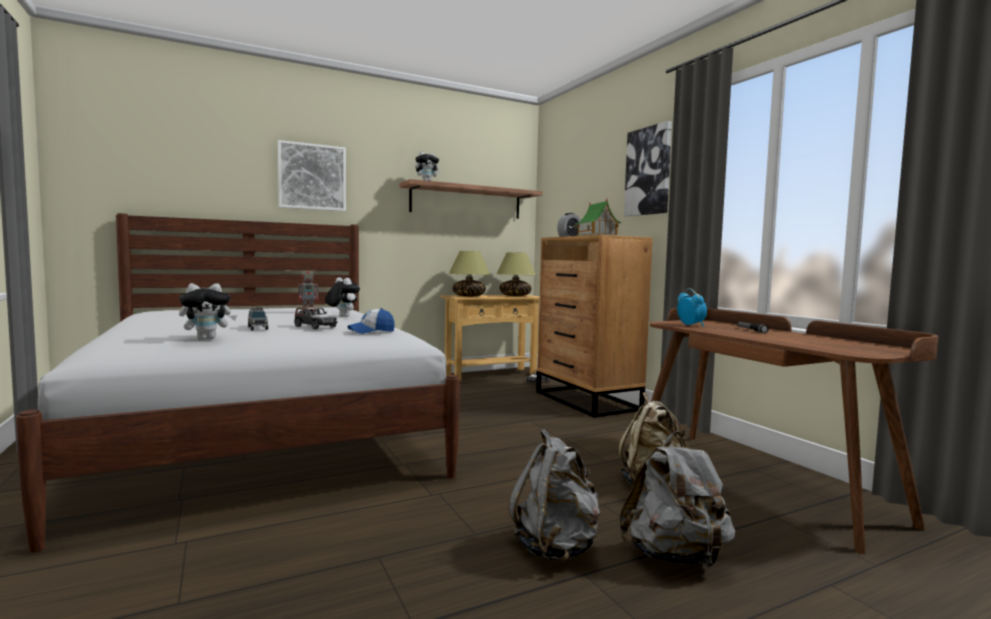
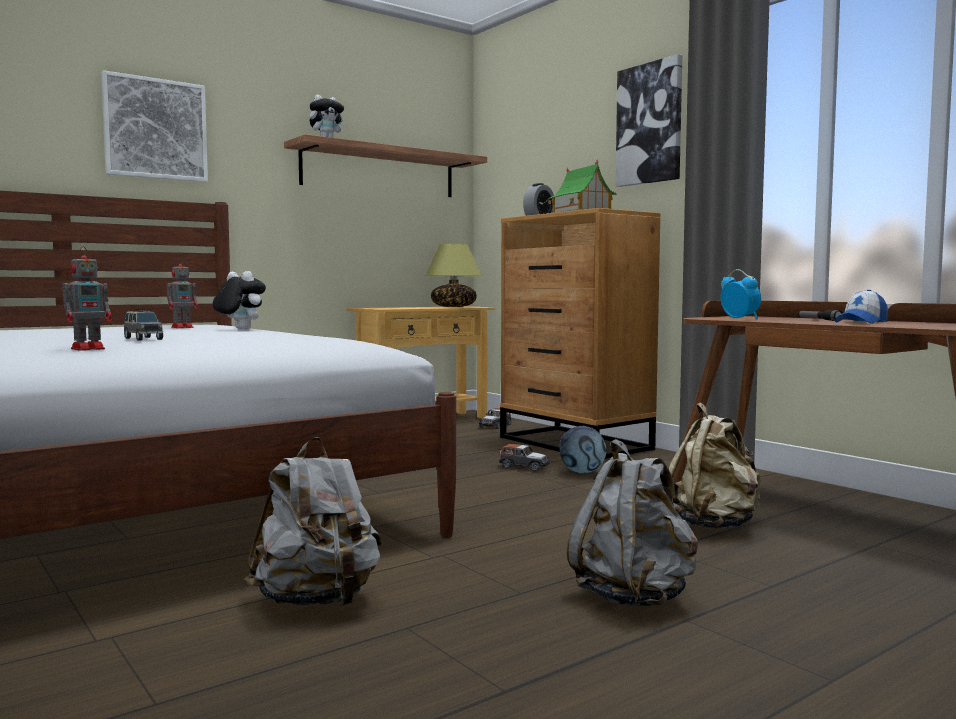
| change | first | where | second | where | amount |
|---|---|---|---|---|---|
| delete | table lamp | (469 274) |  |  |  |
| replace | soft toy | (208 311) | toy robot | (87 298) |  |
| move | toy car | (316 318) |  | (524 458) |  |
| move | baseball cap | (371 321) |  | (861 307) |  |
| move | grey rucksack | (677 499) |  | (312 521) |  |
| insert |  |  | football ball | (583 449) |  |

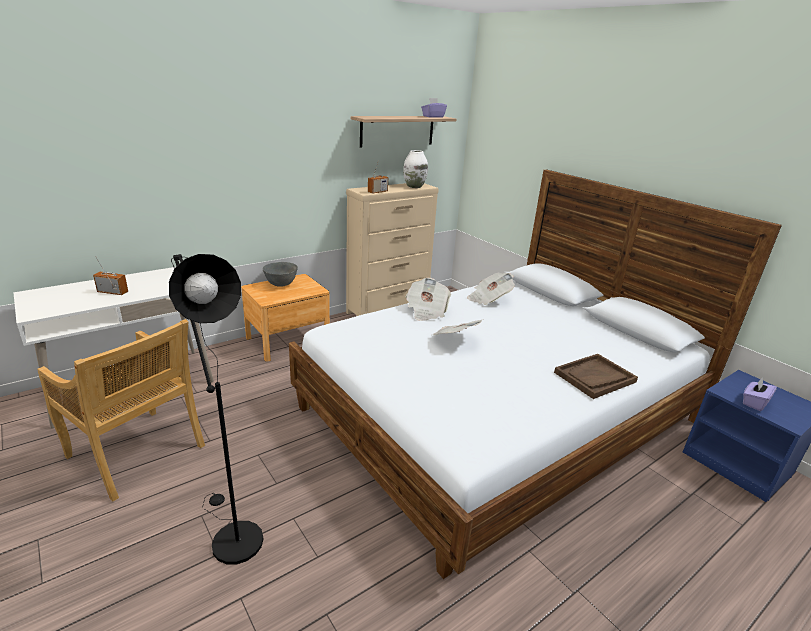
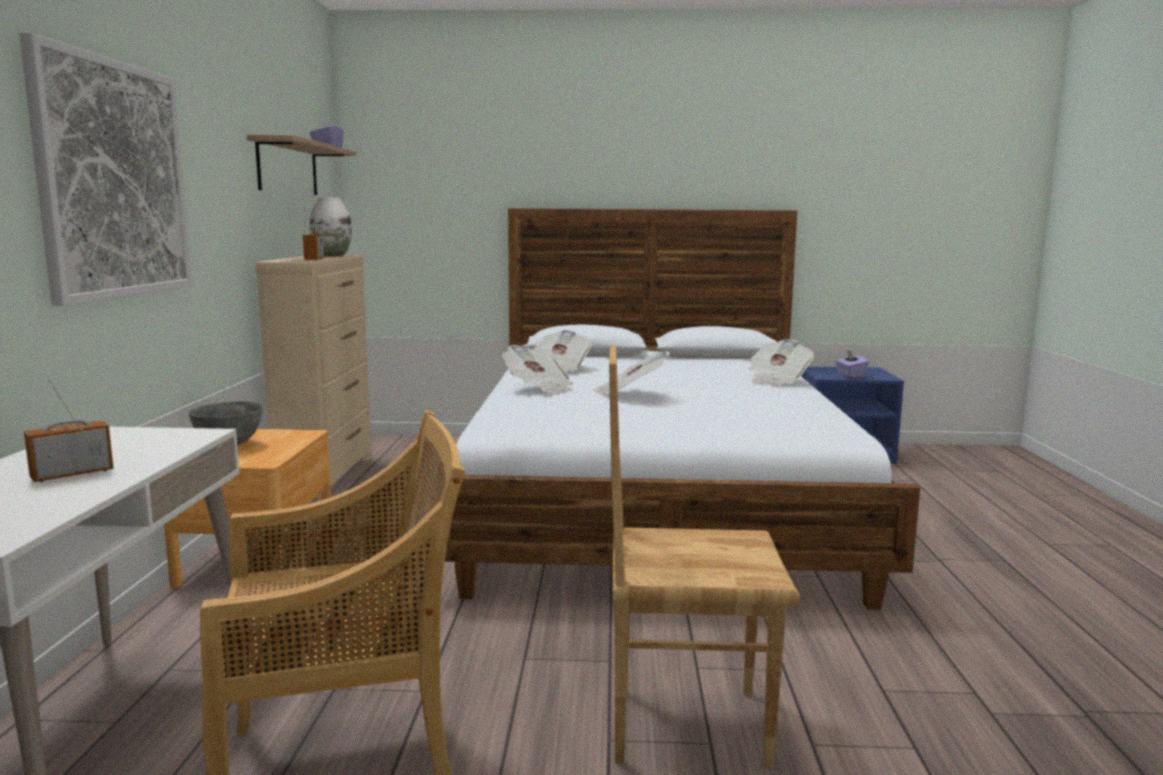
| change | first | where | second | where | amount |
|---|---|---|---|---|---|
| replace | black-coloured standard lamp | (216 409) | brownish chair | (704 557) |  |
| replace | brownish carrying tray | (596 376) | printed paper | (781 362) |  |
| insert |  |  | wall picture | (105 169) |  |

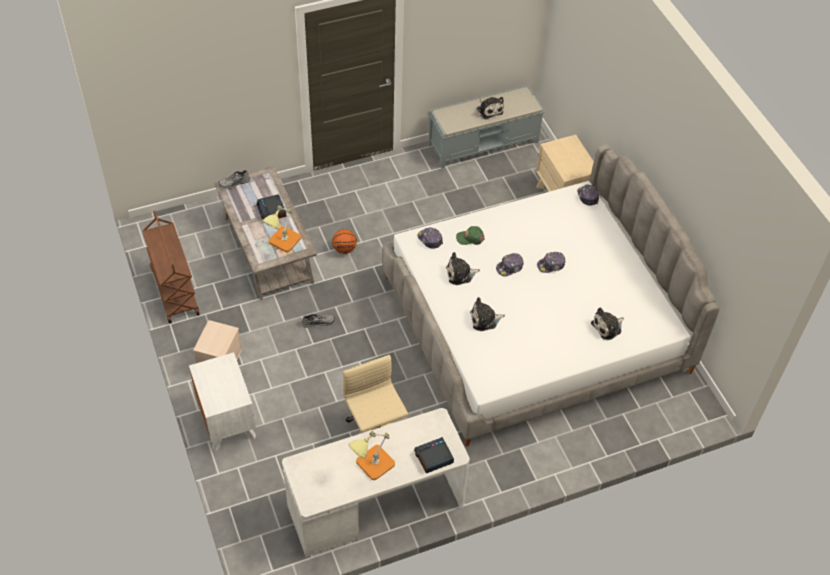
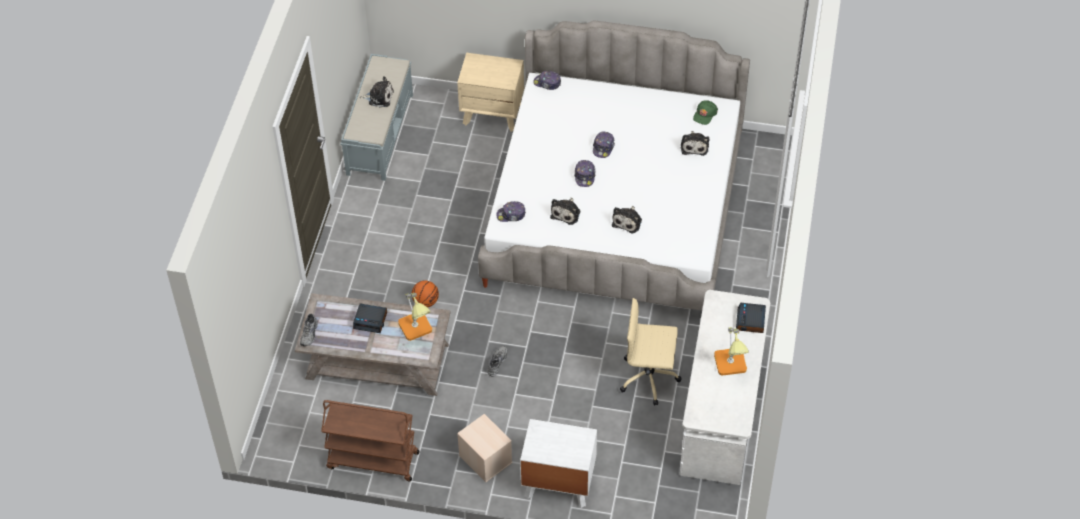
| change | first | where | second | where | amount |
|---|---|---|---|---|---|
| move | green-coloured baseball cap | (470 235) |  | (705 112) |  |

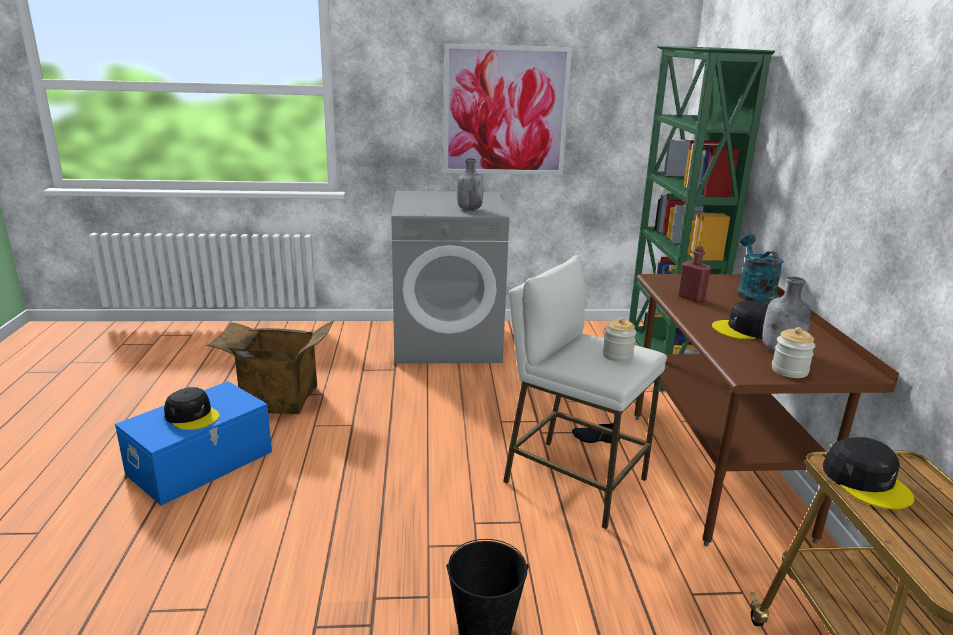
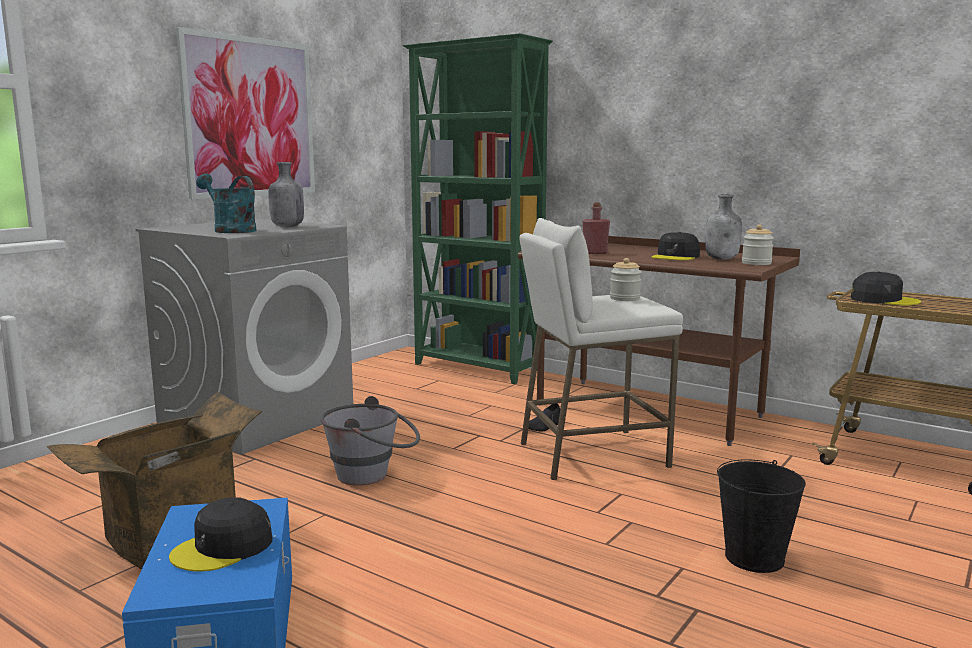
| change | first | where | second | where | amount |
|---|---|---|---|---|---|
| move | turquoise-coloured sprinkling can | (760 269) |  | (226 203) |  |
| rotate | black-coloured baseball cap | (192 408) |  | (220 534) | 150 degrees clockwise |
| insert |  |  | grey pail | (370 441) |  |

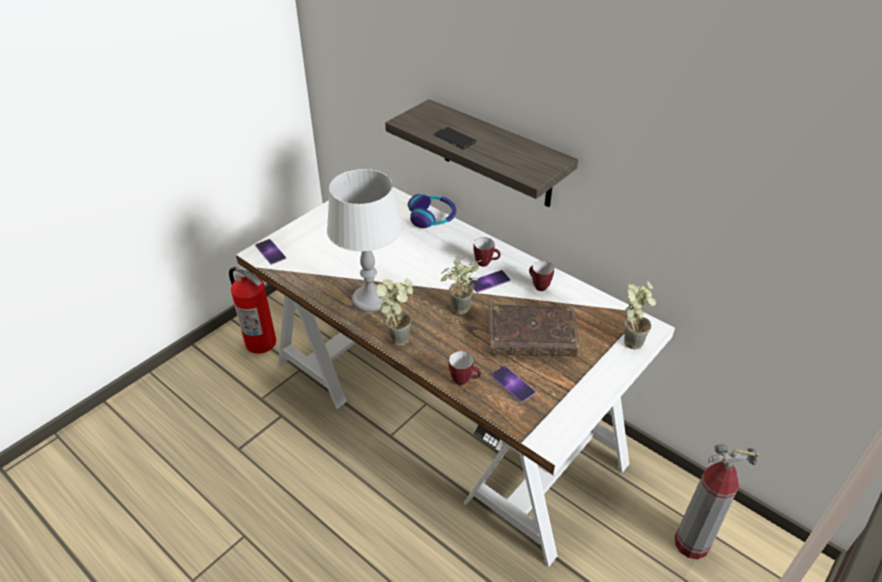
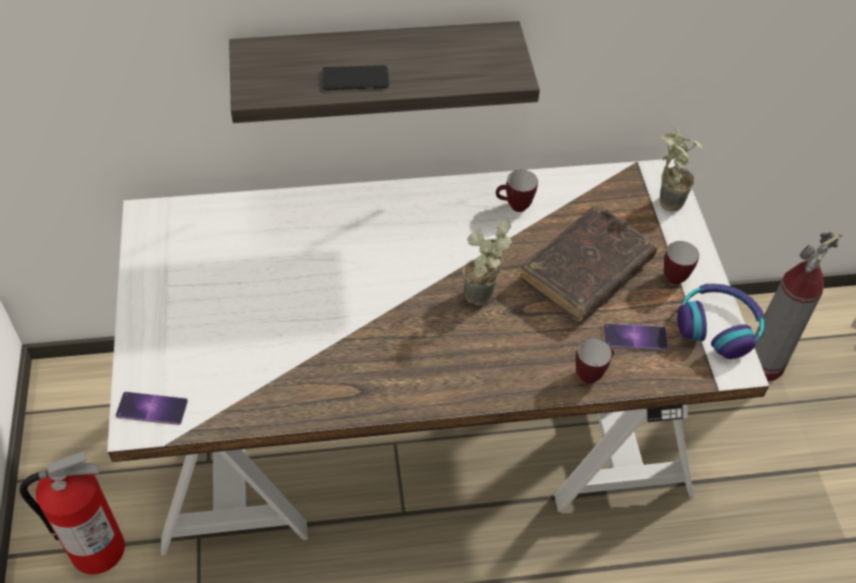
| change | first | where | second | where | amount |
|---|---|---|---|---|---|
| delete | grey table lamp | (364 240) |  |  |  |
| move | headset | (432 211) |  | (721 321) |  |
| move | coffee mug | (487 252) |  | (681 263) |  |
| delete | phone | (490 281) |  |  |  |
| delete | houseplant | (394 312) |  |  |  |

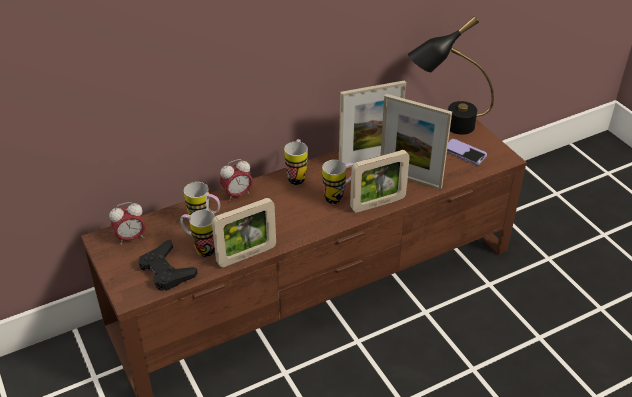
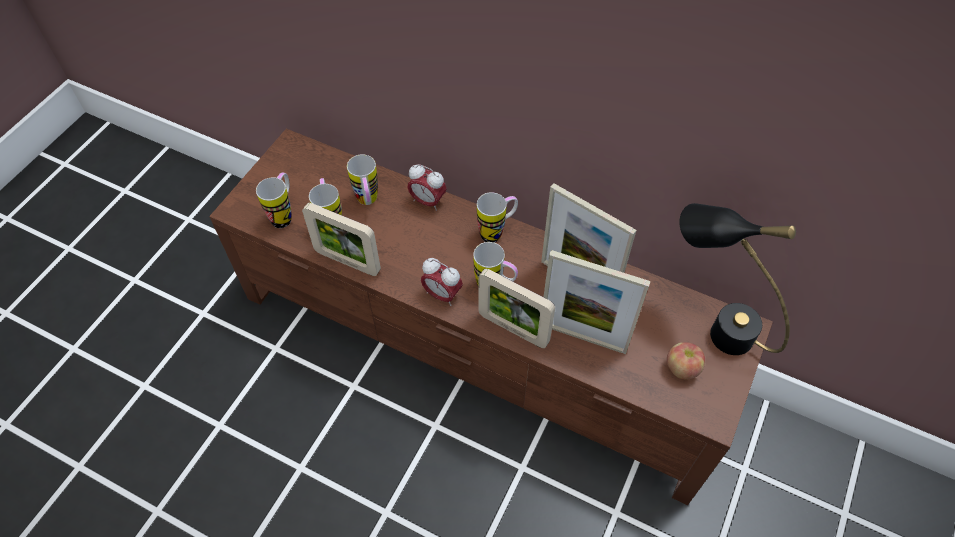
| change | first | where | second | where | amount |
|---|---|---|---|---|---|
| rotate | standing frame | (416 142) |  | (597 302) | 60 degrees counterclockwise |
| replace | phone | (467 152) | apple fruit | (686 361) |  |
| move | table clock | (127 223) |  | (442 282) |  |
| replace | black-coloured joypad | (168 265) | coffee mug | (274 200) |  |

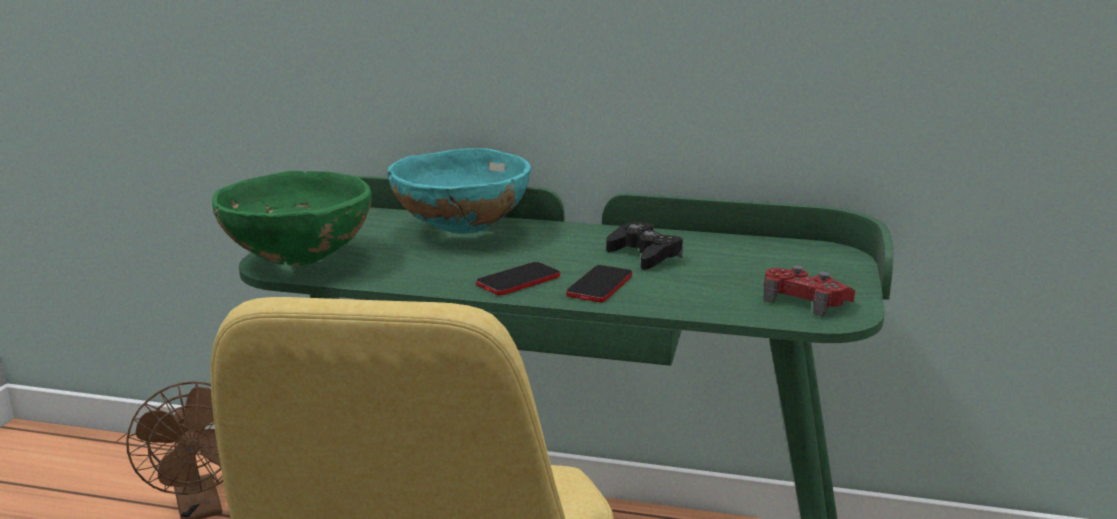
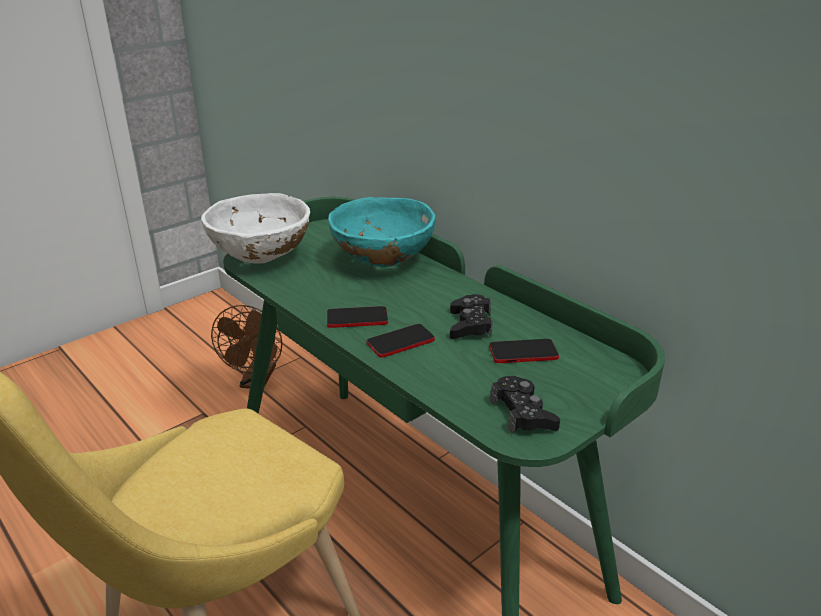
| change | first | where | second | where | amount |
|---|---|---|---|---|---|
| recolor | green-coloured bowl | (292 218) | whitish bowl | (255 228) |  |
| recolor | red joypad | (809 291) | black-coloured joypad | (525 405) |  |
| insert |  |  | phone | (524 351) |  |

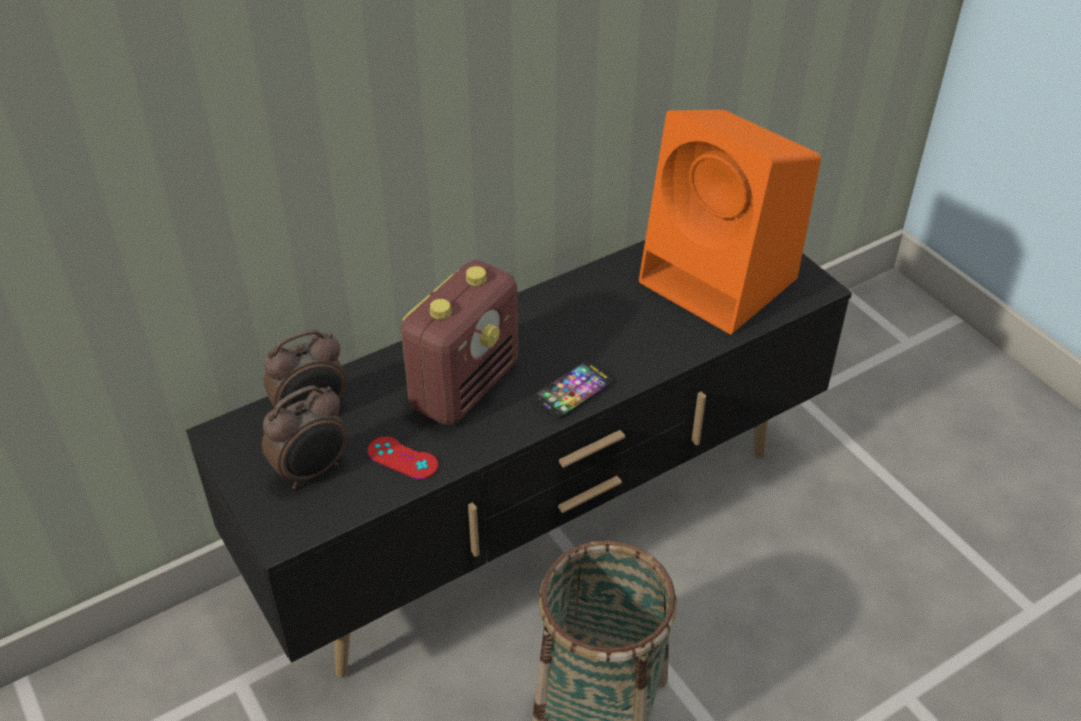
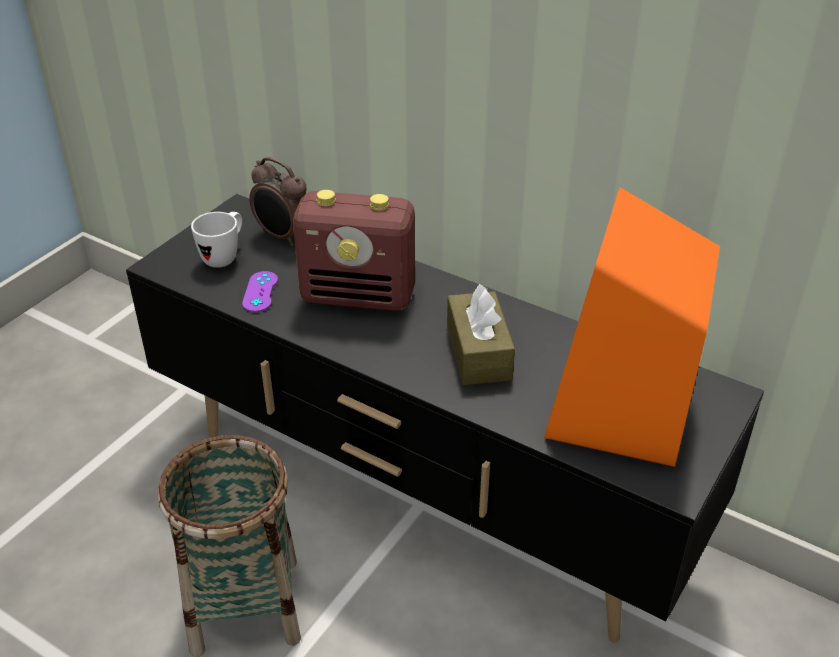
| change | first | where | second | where | amount |
|---|---|---|---|---|---|
| delete | phone | (573 390) |  |  |  |
| replace | table clock | (305 437) | whitish coffee mug | (216 240) |  |
| recolor | red joypad | (403 458) | purplish joypad | (260 291) |  |
| insert |  |  | brownish tissue holder | (481 334) |  |

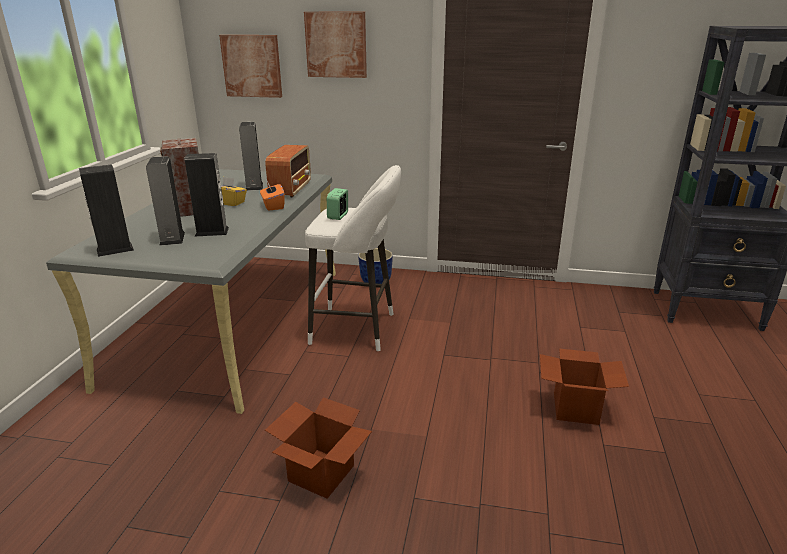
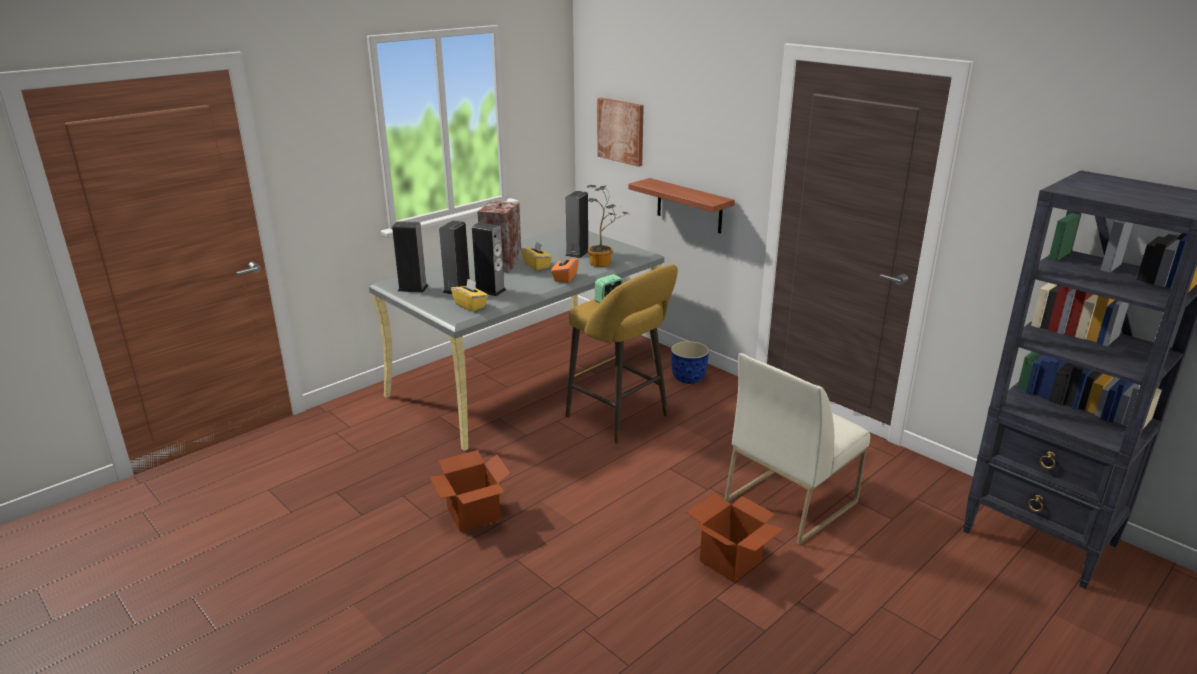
| change | first | where | second | where | amount |
|---|---|---|---|---|---|
| delete | wall picture | (335 45) |  |  |  |
| replace | radio | (288 171) | houseplant | (608 226) |  |
| recolor | whitish stool seat | (353 258) | yellowish stool seat | (621 353) |  |
| insert |  |  | wall shelf | (681 206) |  |
| insert |  |  | yellowish tissue holder | (469 295) |  |
| insert |  |  | whitish chair | (797 449) |  |

